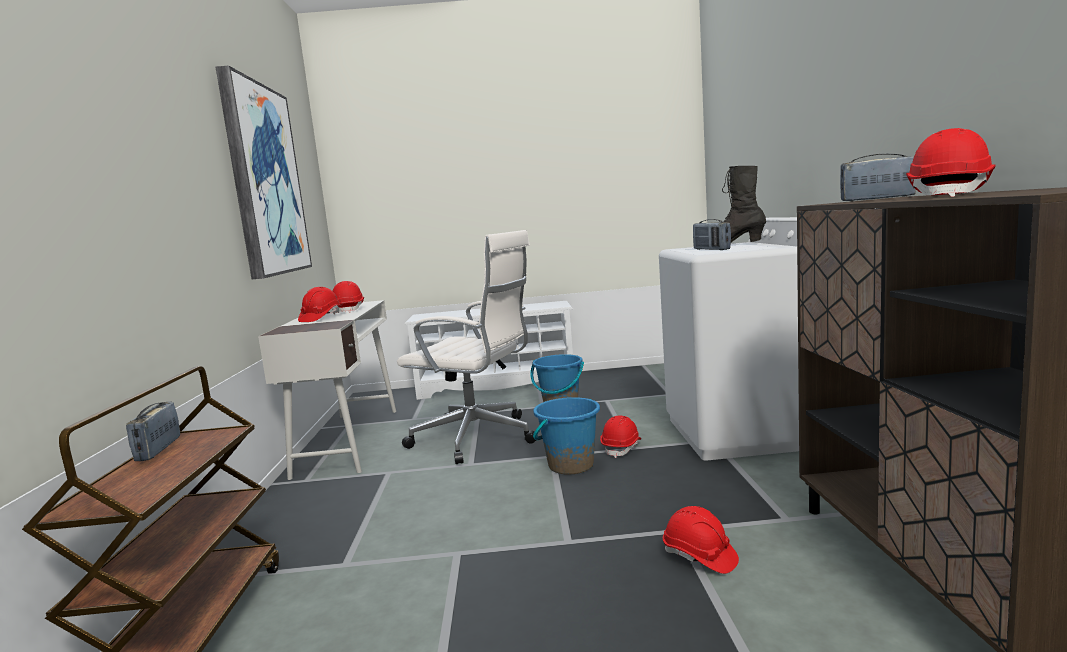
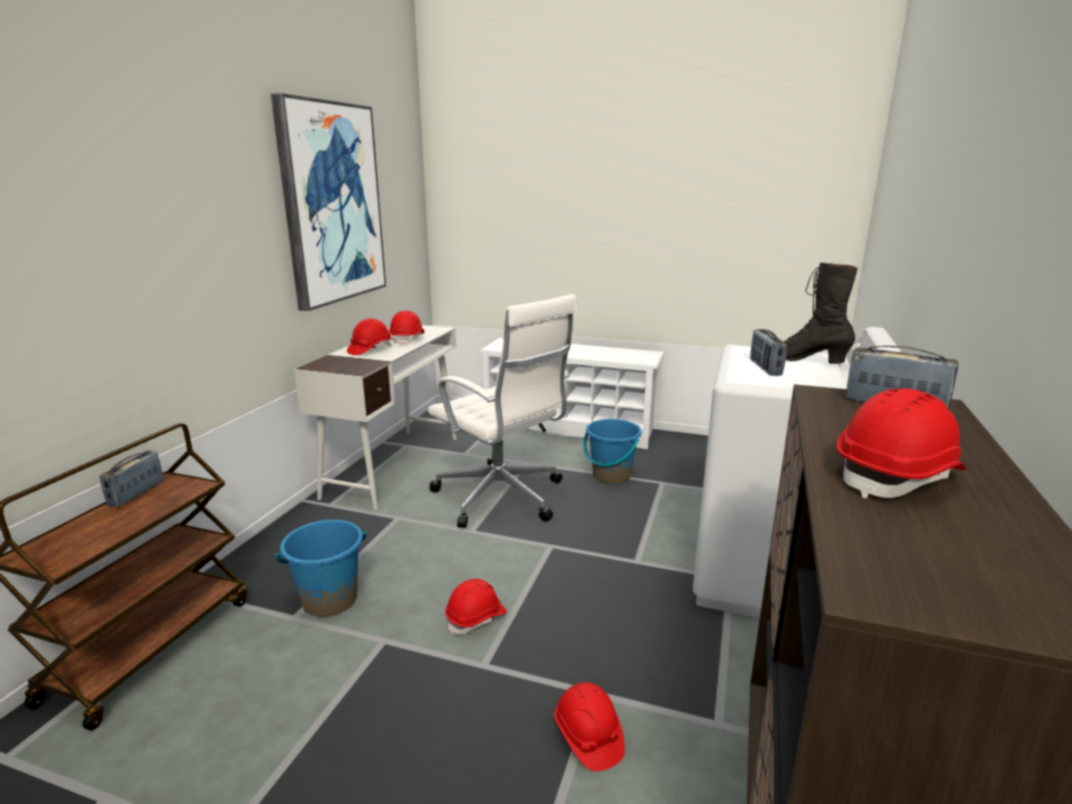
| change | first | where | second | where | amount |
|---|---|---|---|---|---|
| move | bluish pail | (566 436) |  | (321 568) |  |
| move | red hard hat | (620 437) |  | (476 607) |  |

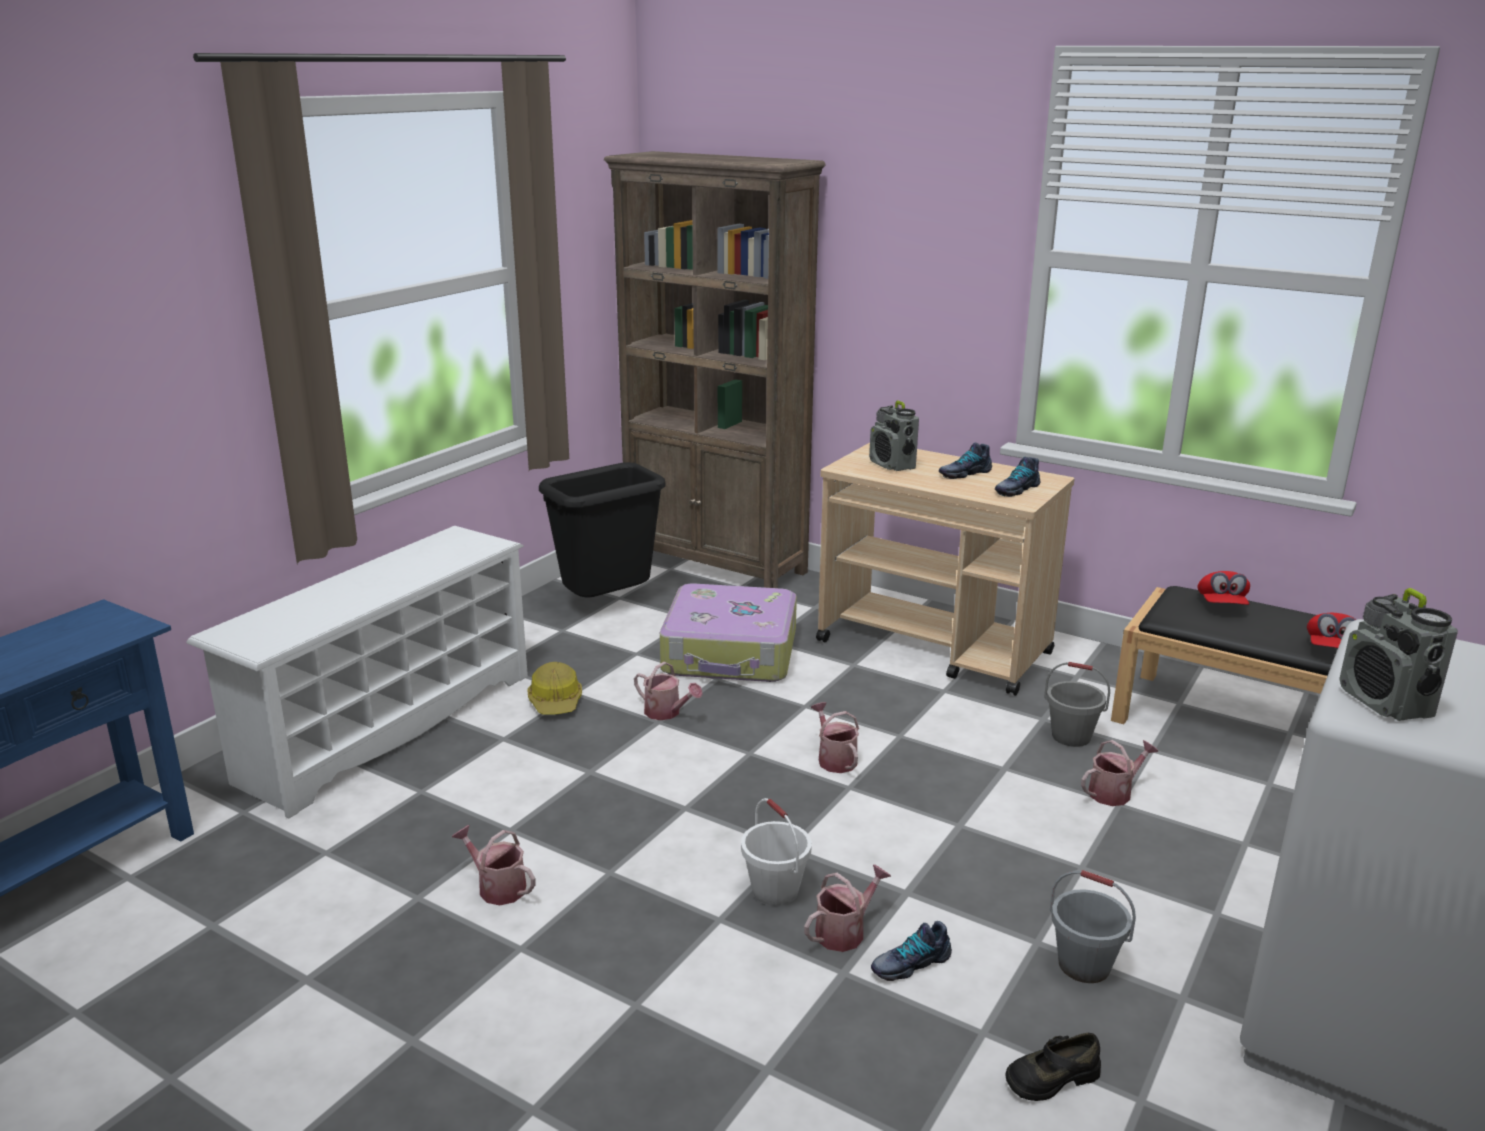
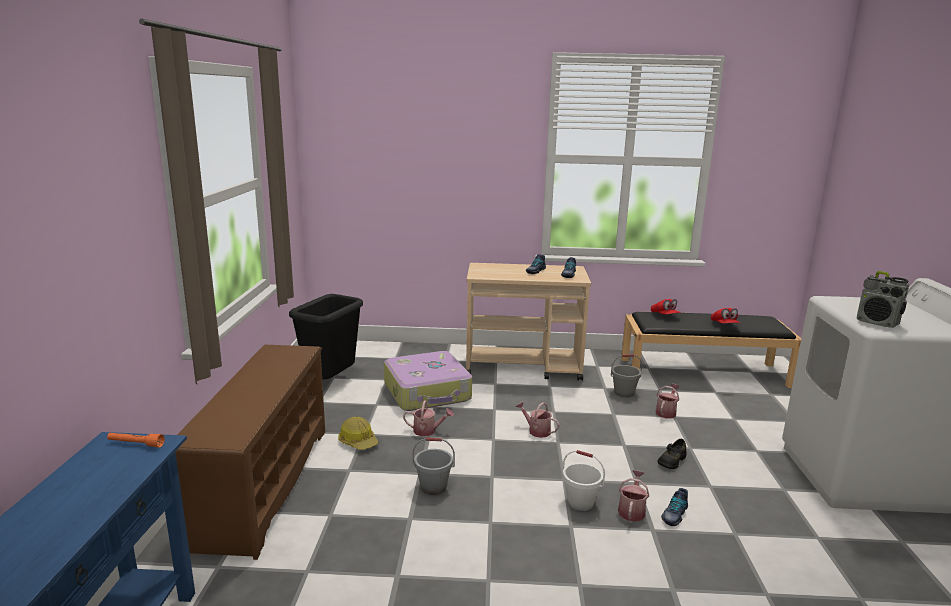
| change | first | where | second | where | amount |
|---|---|---|---|---|---|
| delete | brownish bookcase | (715 369) |  |  |  |
| delete | radio | (894 436) |  |  |  |
| recolor | whitish shoe shelf | (357 672) | brownish shoe shelf | (250 452) |  |
| delete | sprinkling can | (493 865) |  |  |  |
| move | grey pail | (1093 926) |  | (433 466) |  |
| move | black-coloured low shoe | (1053 1067) |  | (672 453) |  |
| insert |  |  | orange flashlight | (136 440) |  |

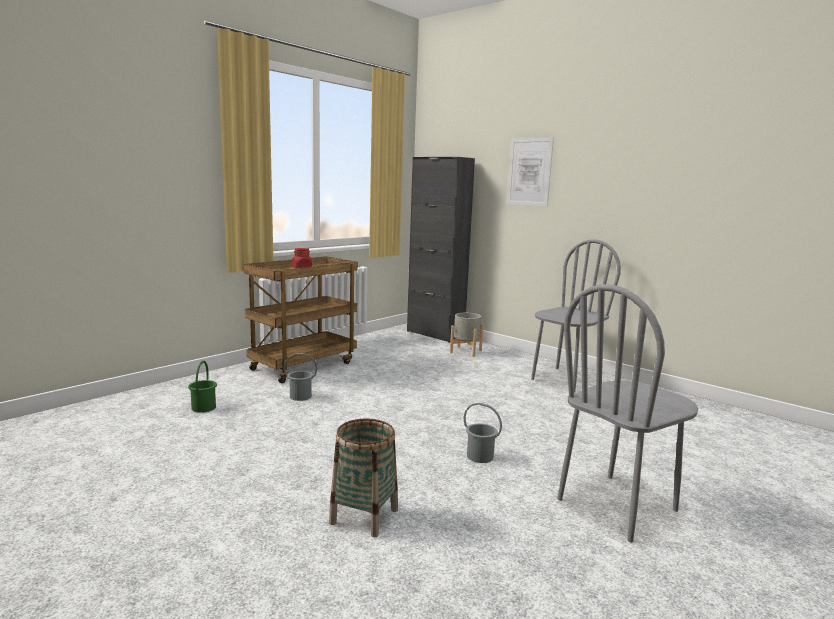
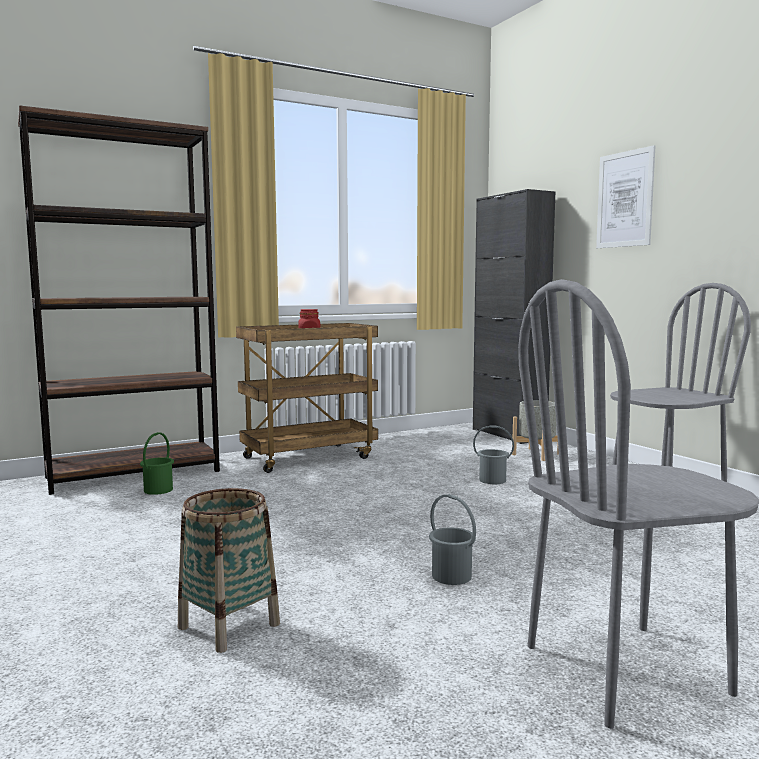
| change | first | where | second | where | amount |
|---|---|---|---|---|---|
| move | grey pail | (300 377) |  | (493 454) |  |
| insert |  |  | brownish bookcase | (119 300) |  |

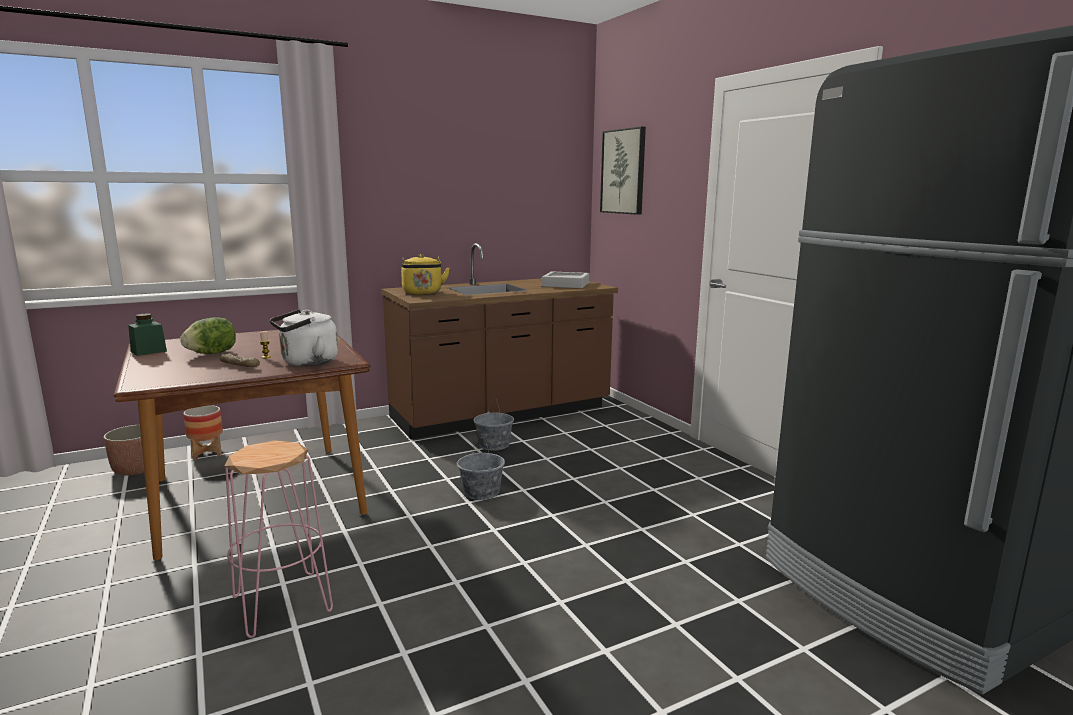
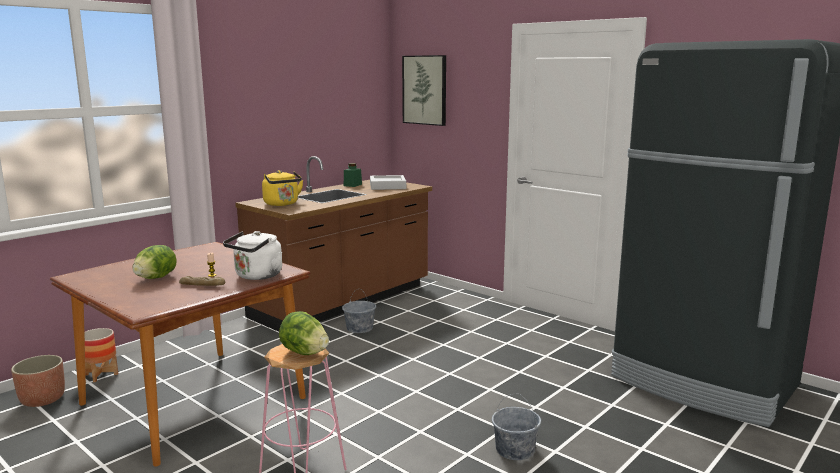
| change | first | where | second | where | amount |
|---|---|---|---|---|---|
| move | green-coloured jar | (147 334) |  | (353 175) |  |
| move | grey pail | (481 468) |  | (516 427) |  |
| insert |  |  | lettuce | (304 333) |  |

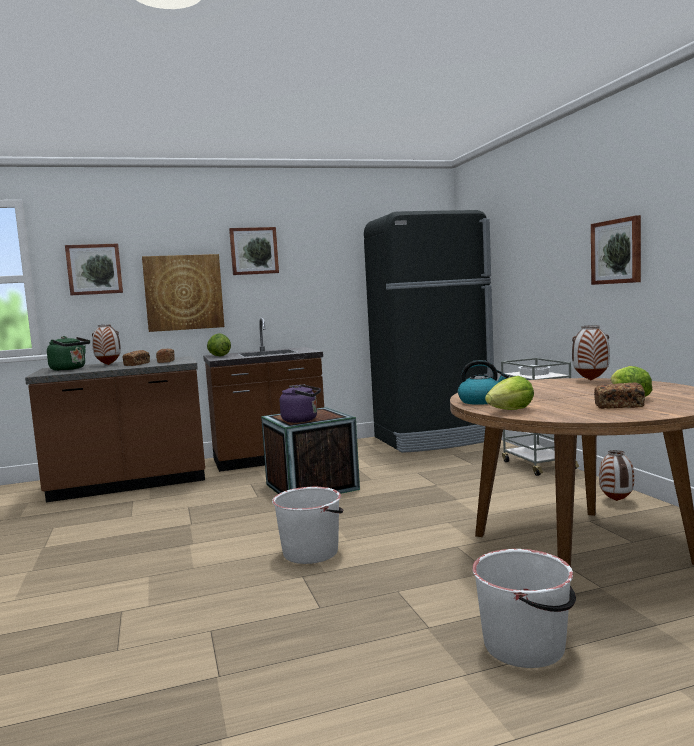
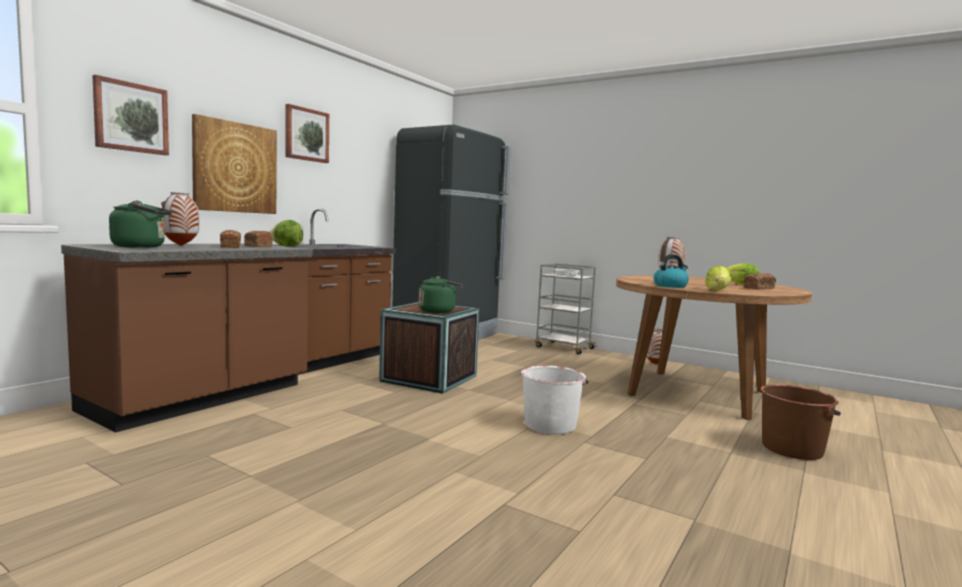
| change | first | where | second | where | amount |
|---|---|---|---|---|---|
| delete | wall picture | (616 250) |  |  |  |
| recolor | purplish tea kettle | (300 404) | green-coloured tea kettle | (440 294) |  |
| recolor | whitish pail | (524 608) | brownish pail | (800 422) |  |

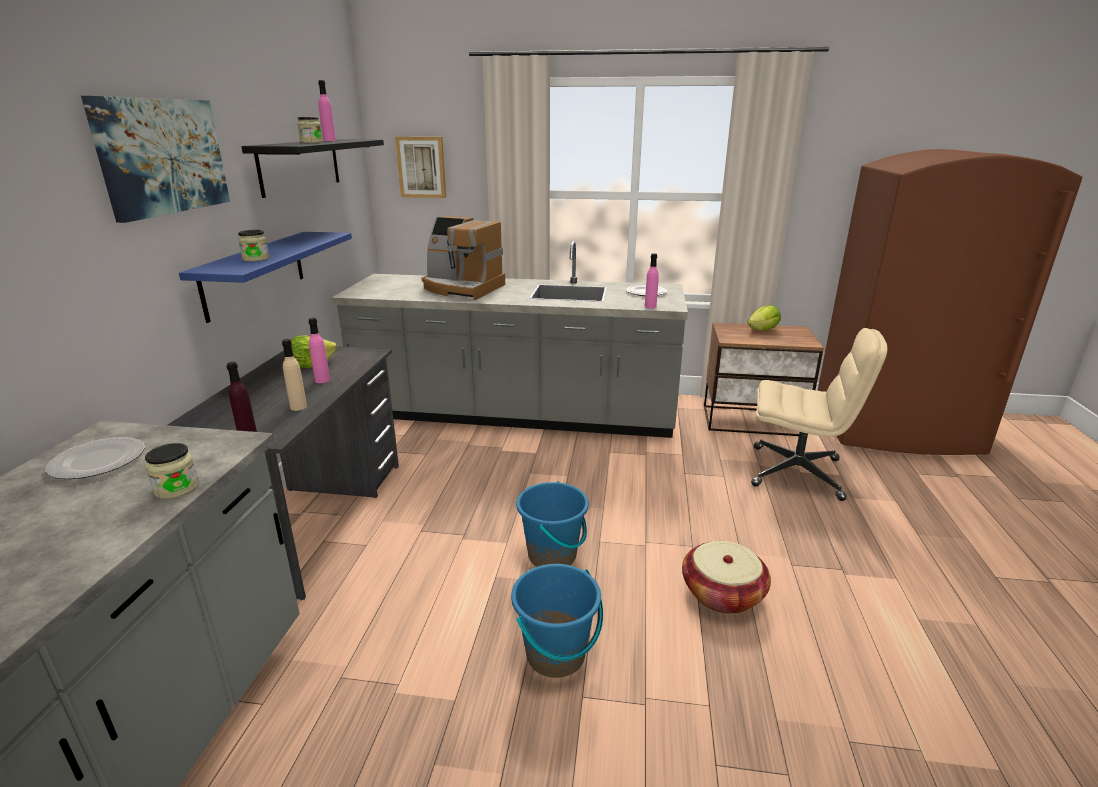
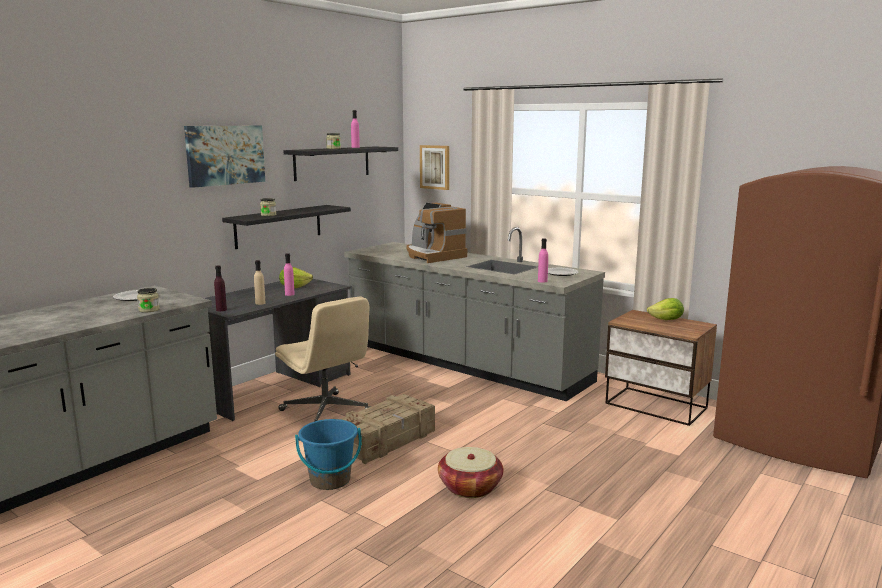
| change | first | where | second | where | amount |
|---|---|---|---|---|---|
| recolor | bluish wall shelf | (265 277) | black-coloured wall shelf | (286 227) |  |
| move | beige-coloured computer chair | (819 414) |  | (323 359) |  |
| replace | bluish pail | (552 524) | packing crate | (387 429) |  |

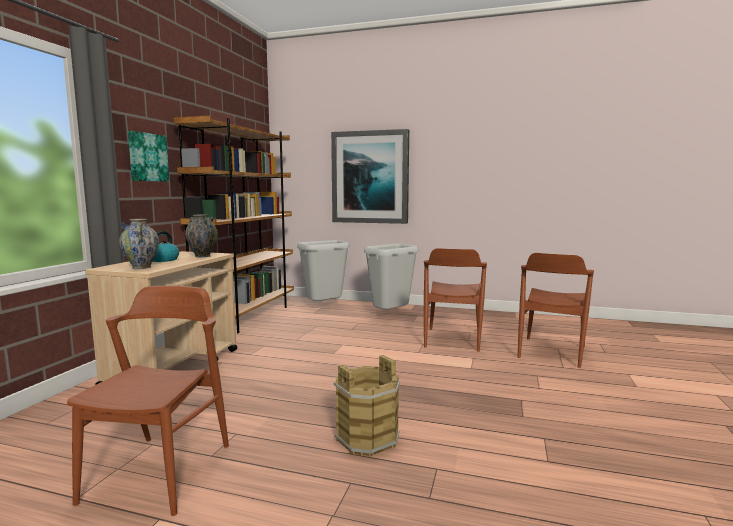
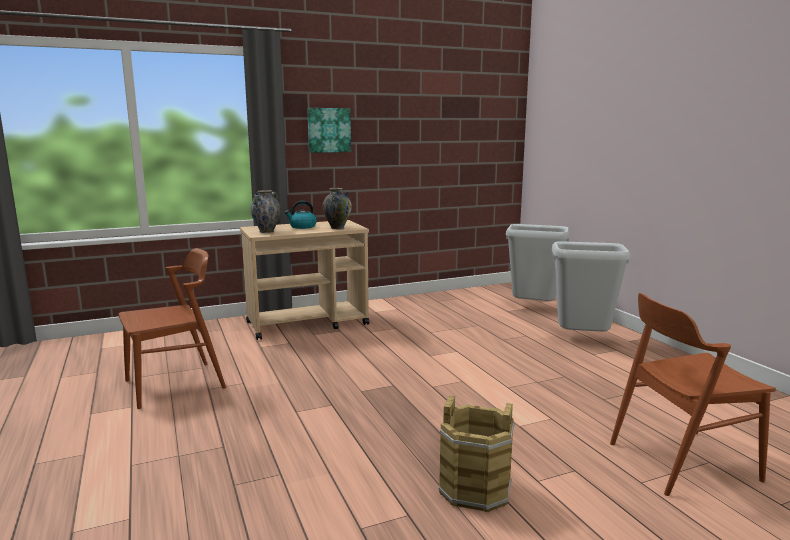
| change | first | where | second | where | amount |
|---|---|---|---|---|---|
| delete | brownish bookcase | (234 224) |  |  |  |
| delete | wall picture | (370 176) |  |  |  |
| delete | brownish chair | (455 300) |  |  |  |
| move | brownish pail | (367 406) |  | (477 453) |  |

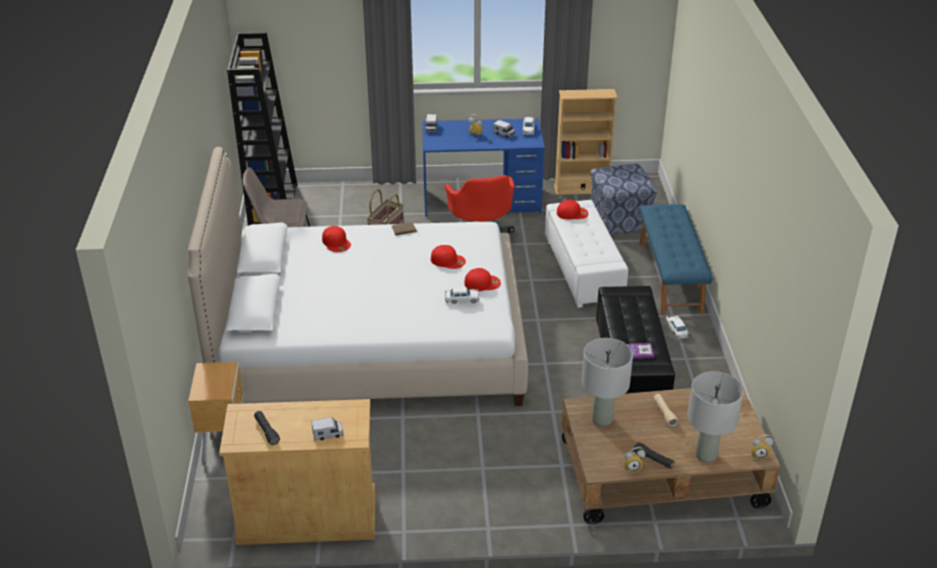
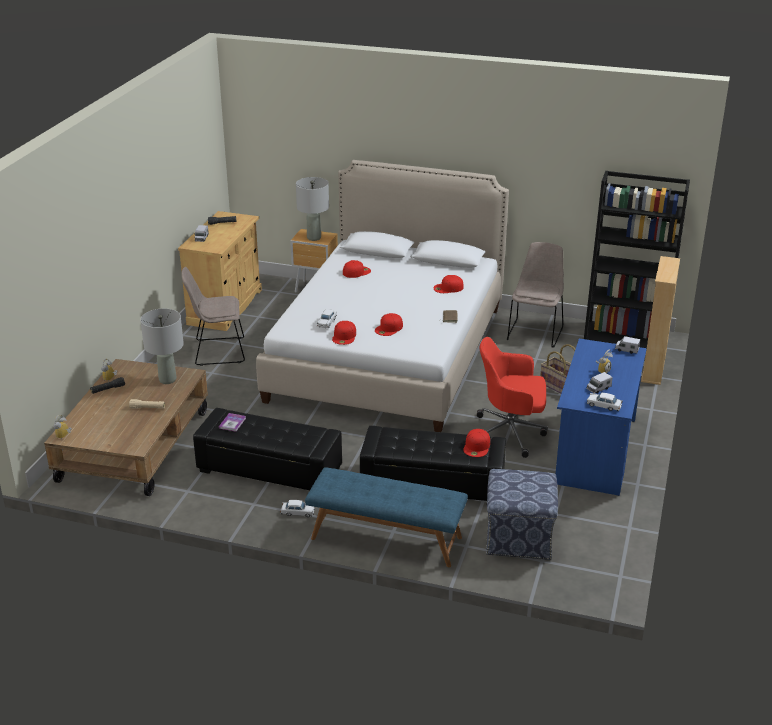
| change | first | where | second | where | amount |
|---|---|---|---|---|---|
| move | beige-coloured bookcase | (586 142) |  | (660 320) |  |
| recolor | whitish pouffe | (586 254) | black-coloured pouffe | (433 463) |  |
| move | grey table lamp | (715 417) |  | (312 209) |  |
| insert |  |  | red baseball cap | (357 269) |  |
| insert |  |  | beige-coloured chair | (213 316) |  |

